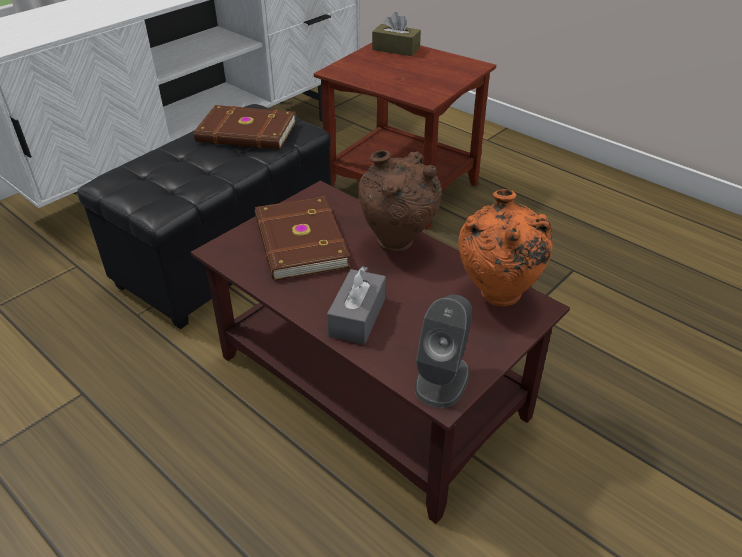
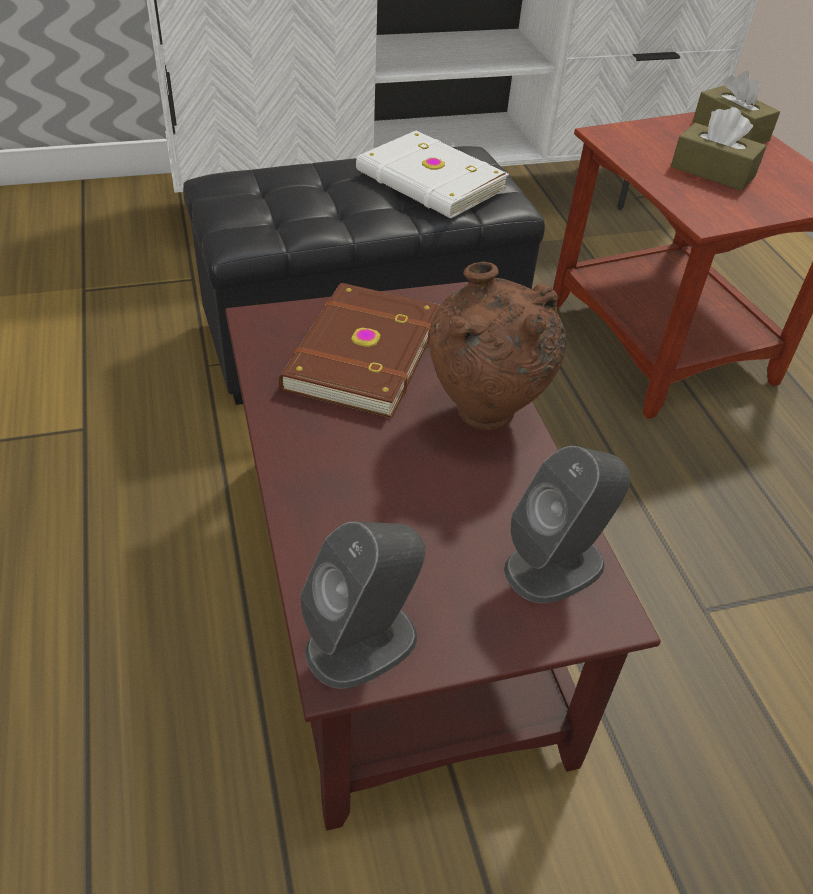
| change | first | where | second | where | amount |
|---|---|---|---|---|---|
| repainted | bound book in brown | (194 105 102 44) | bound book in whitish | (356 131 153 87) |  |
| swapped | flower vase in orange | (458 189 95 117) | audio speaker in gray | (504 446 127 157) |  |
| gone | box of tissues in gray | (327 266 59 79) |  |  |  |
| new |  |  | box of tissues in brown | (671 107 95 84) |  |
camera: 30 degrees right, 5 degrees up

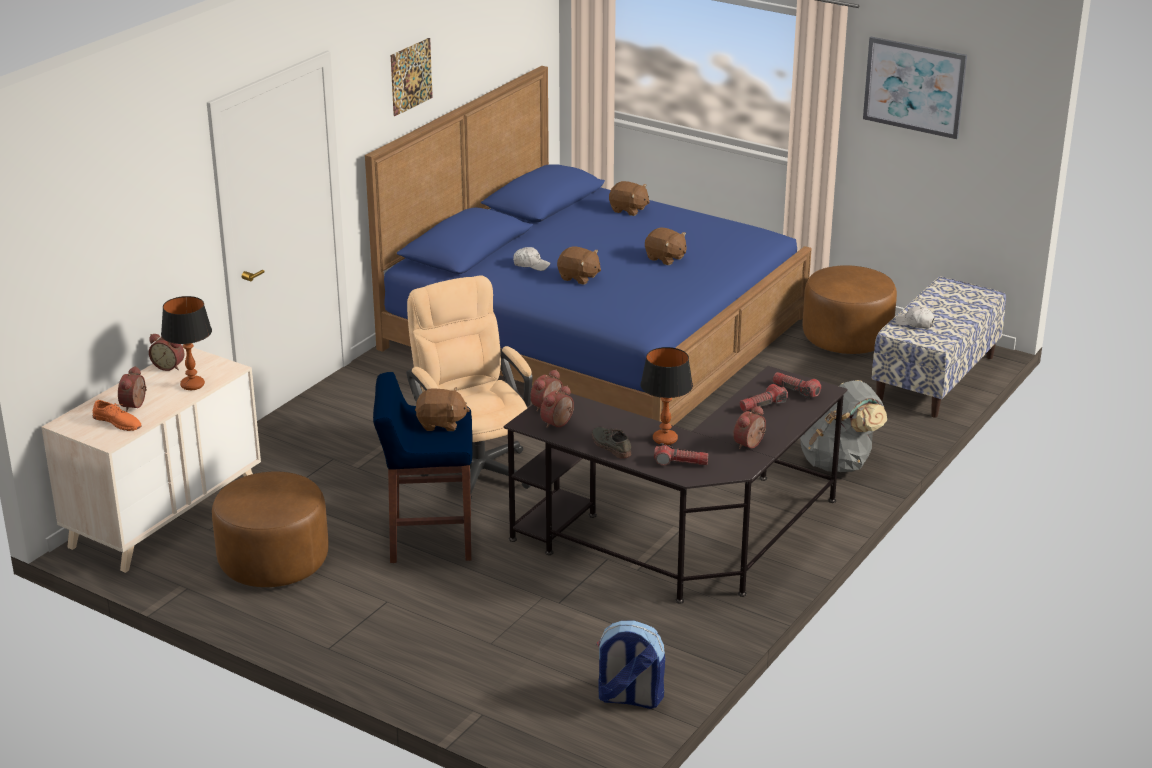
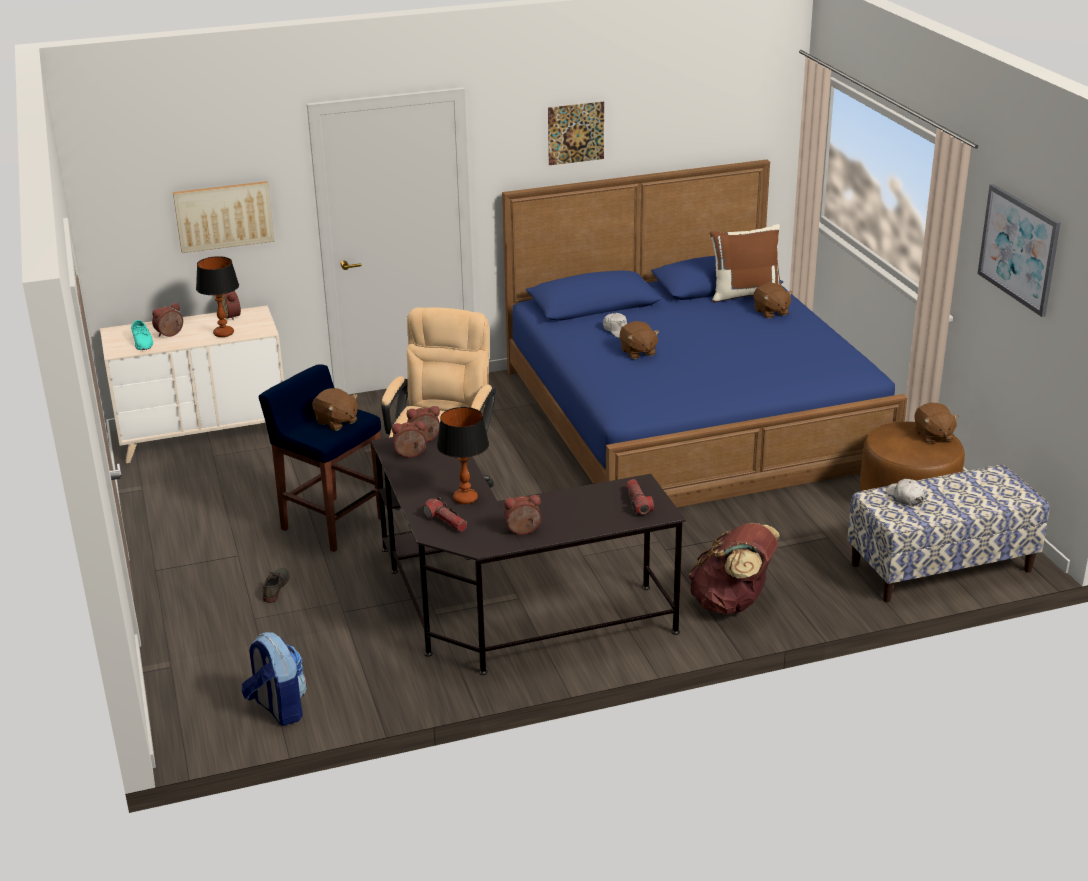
| change | first | where | second | where | amount |
|---|---|---|---|---|---|
| shifted | plush toy in brown | (645 227 41 38) |  | (915 402 44 41) |  |
| repainted | rucksack in gray | (800 380 87 92) | rucksack in brown | (689 523 91 92) |  |
| gone | flashlight | (739 384 49 28) |  |  |  |
| repainted | item of footwear in orange | (93 400 48 31) | item of footwear in blue-green | (131 320 22 30) |  |
| shifted | item of footwear in gray | (592 427 39 32) |  | (262 568 28 35) |  |
| gone | ottoman in brown | (212 472 117 115) |  |  |  |
| new |  |  | wall art | (173 181 101 72) |  |
| new |  |  | throw pillow in brown | (710 224 72 79) |  |
camera: 40 degrees right, 0 degrees up

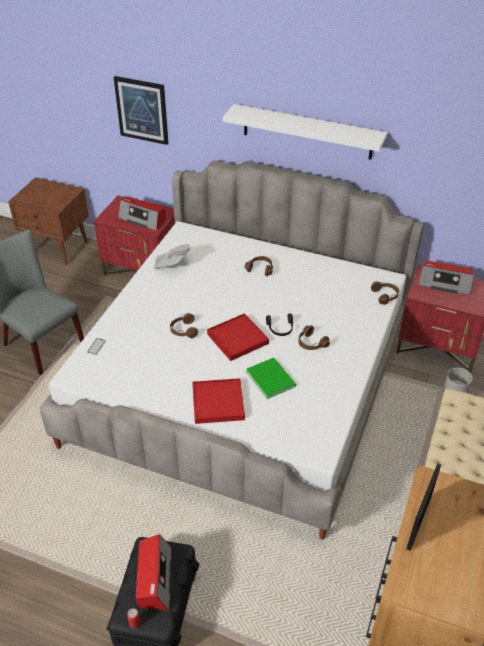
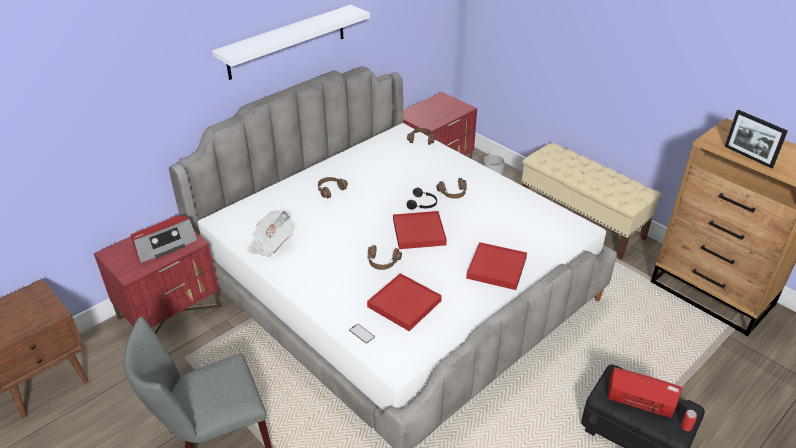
| change | first | where | second | where | amount |
|---|---|---|---|---|---|
| gone | wall art | (114 76 54 69) |  |  |  |
| gone | radio receiver | (418 260 56 35) |  |  |  |
| gone | bound book in green-coloured | (246 357 50 42) |  |  |  |
| new |  |  | tray in red-coloured | (367 273 75 58) |  |
camera: 65 degrees left, 5 degrees down

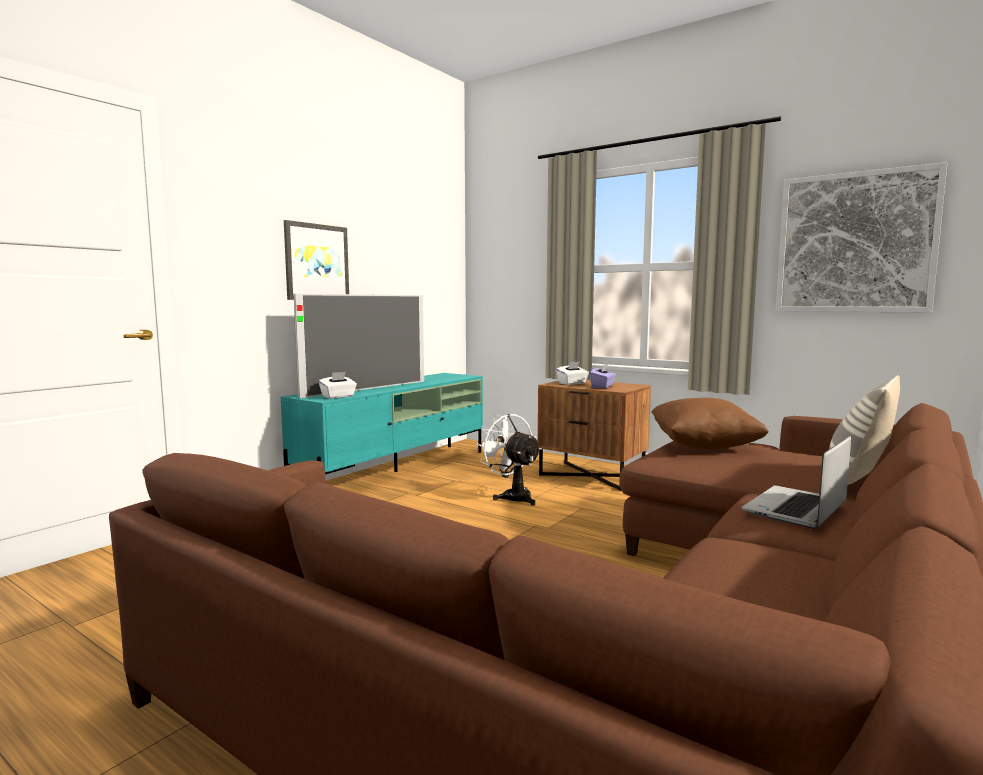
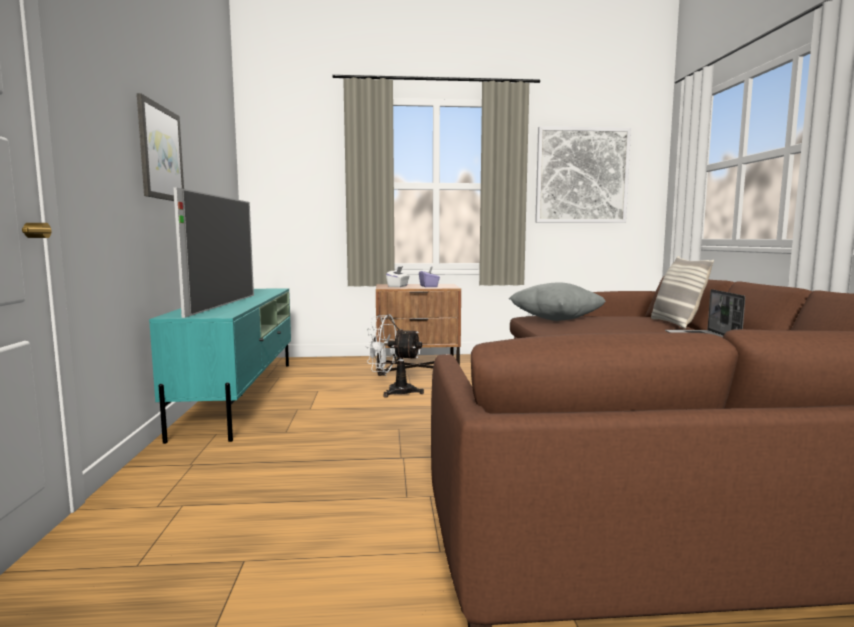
| change | first | where | second | where | amount |
|---|---|---|---|---|---|
| gone | box of tissues in whitish | (319 372 38 27) |  |  |  |
| repainted | throw pillow in brown | (651 398 118 51) | throw pillow in gray | (509 282 97 39) |  |
camera: 40 degrees left, 0 degrees up

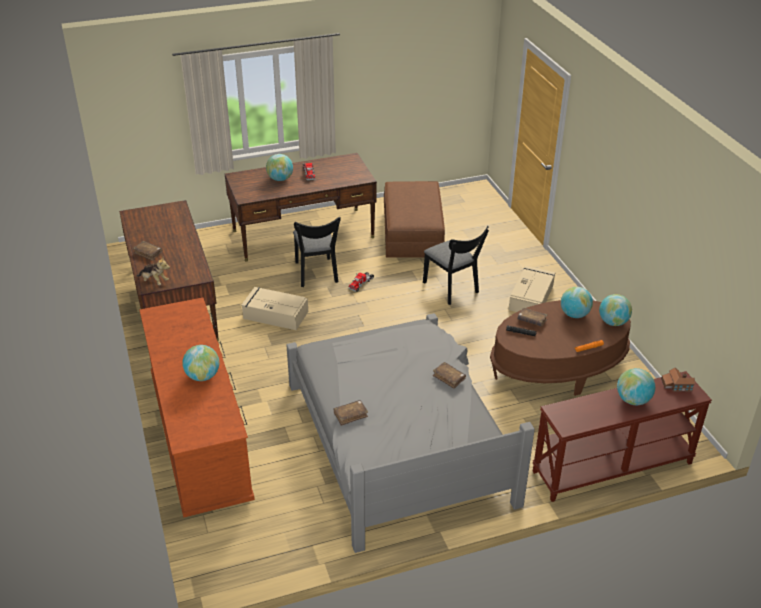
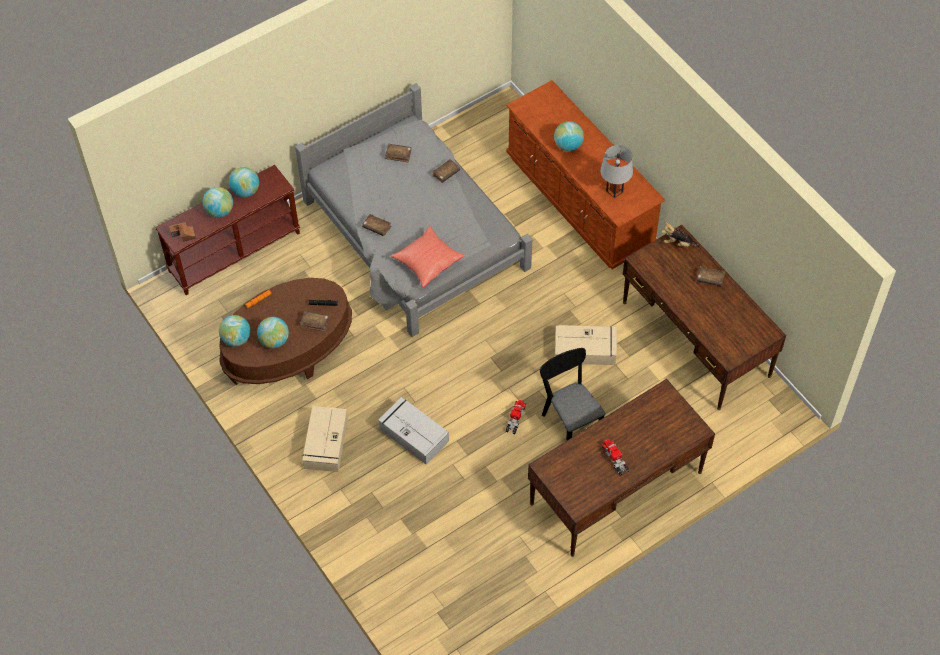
| change | first | where | second | where | amount |
|---|---|---|---|---|---|
| shifted | world globe | (266 154 27 27) |  | (229 167 30 30) |  |
| gone | ottoman in brown | (384 181 61 77) |  |  |  |
| swapped | upright chair in black | (423 226 66 79) | storage box in gray | (378 397 71 68) |  |
| new |  |  | bound book in brown | (385 144 26 19) |  |
| new |  |  | lamp for a table in gray | (600 145 33 53) |  |
| new |  |  | throw pillow in red-coloured | (391 226 74 62) |  |
camera: 165 degrees right, 20 degrees up

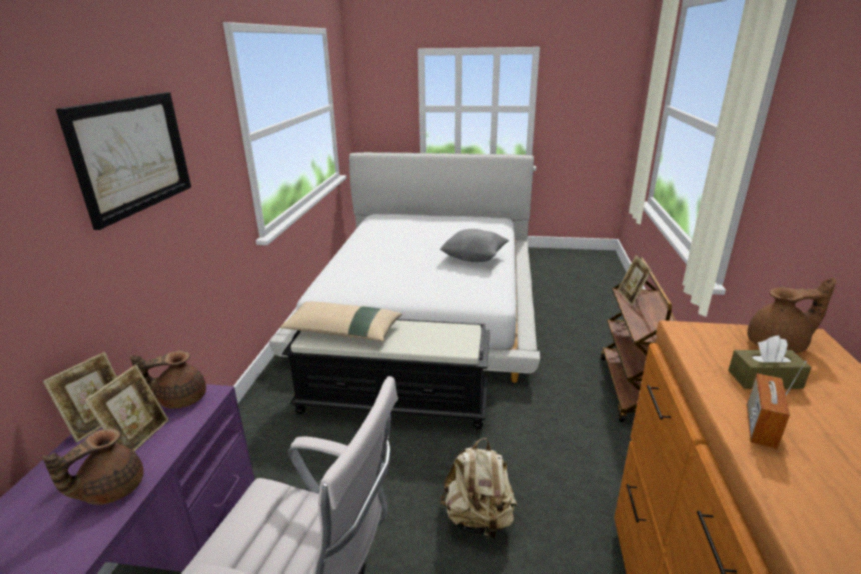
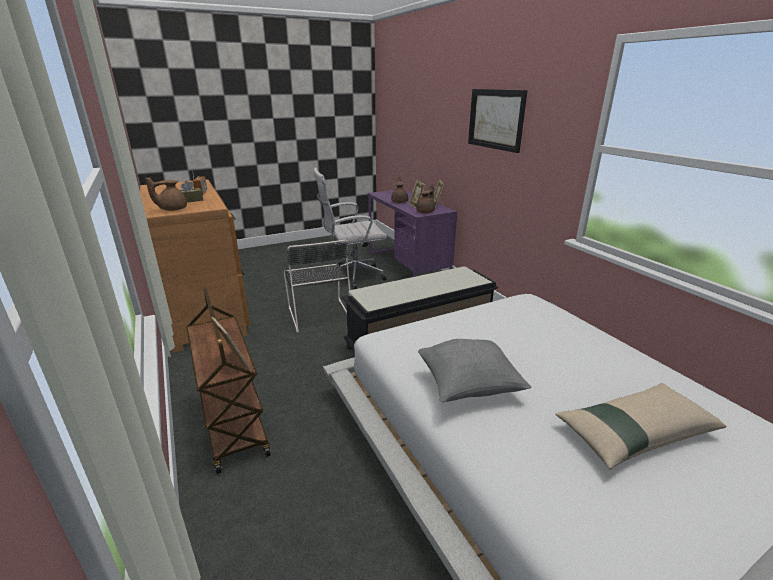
| change | first | where | second | where | amount |
|---|---|---|---|---|---|
| shifted | throw pillow in beige | (280 301 122 40) |  | (555 383 171 87) |  |
| swapped | rucksack in beige | (440 438 78 101) | upright chair in black | (284 239 66 94) |  |
camera: 145 degrees right, 0 degrees up

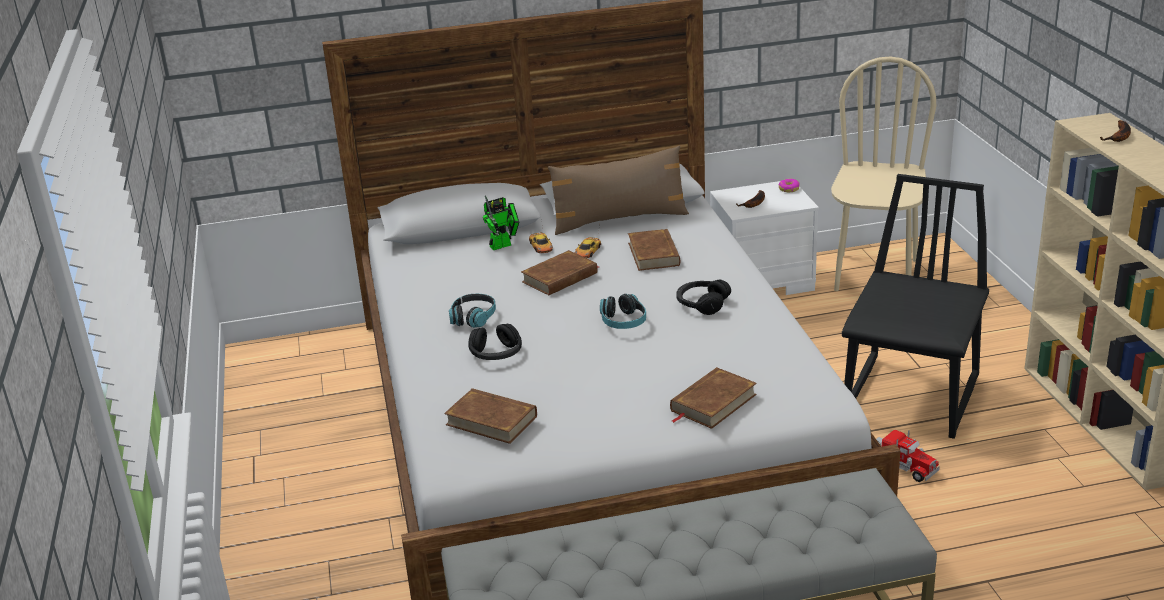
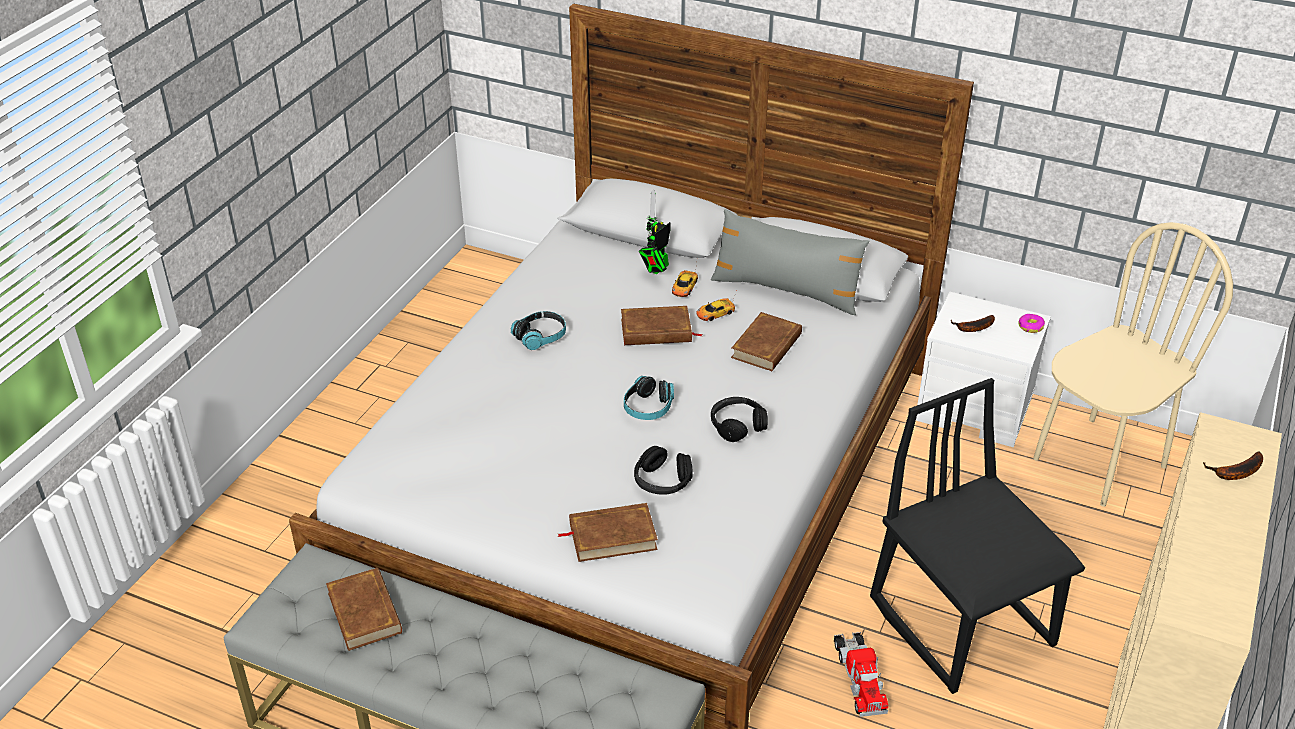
| change | first | where | second | where | amount |
|---|---|---|---|---|---|
| repainted | throw pillow in brown | (548 146 141 89) | throw pillow in gray | (711 209 158 106) |  |
| rotated | upright chair in black | (842 174 147 265) |  | (870 378 215 316) | 90 degrees counterclockwise |
| rotated | toy robot | (483 195 36 55) |  | (639 189 32 86) | 120 degrees clockwise |
| shifted | headphones in black | (468 324 54 36) |  | (634 446 59 49) |  |
| shifted | bound book in brown | (444 388 93 56) |  | (326 568 76 83) |  |
camera: 35 degrees right, 10 degrees up

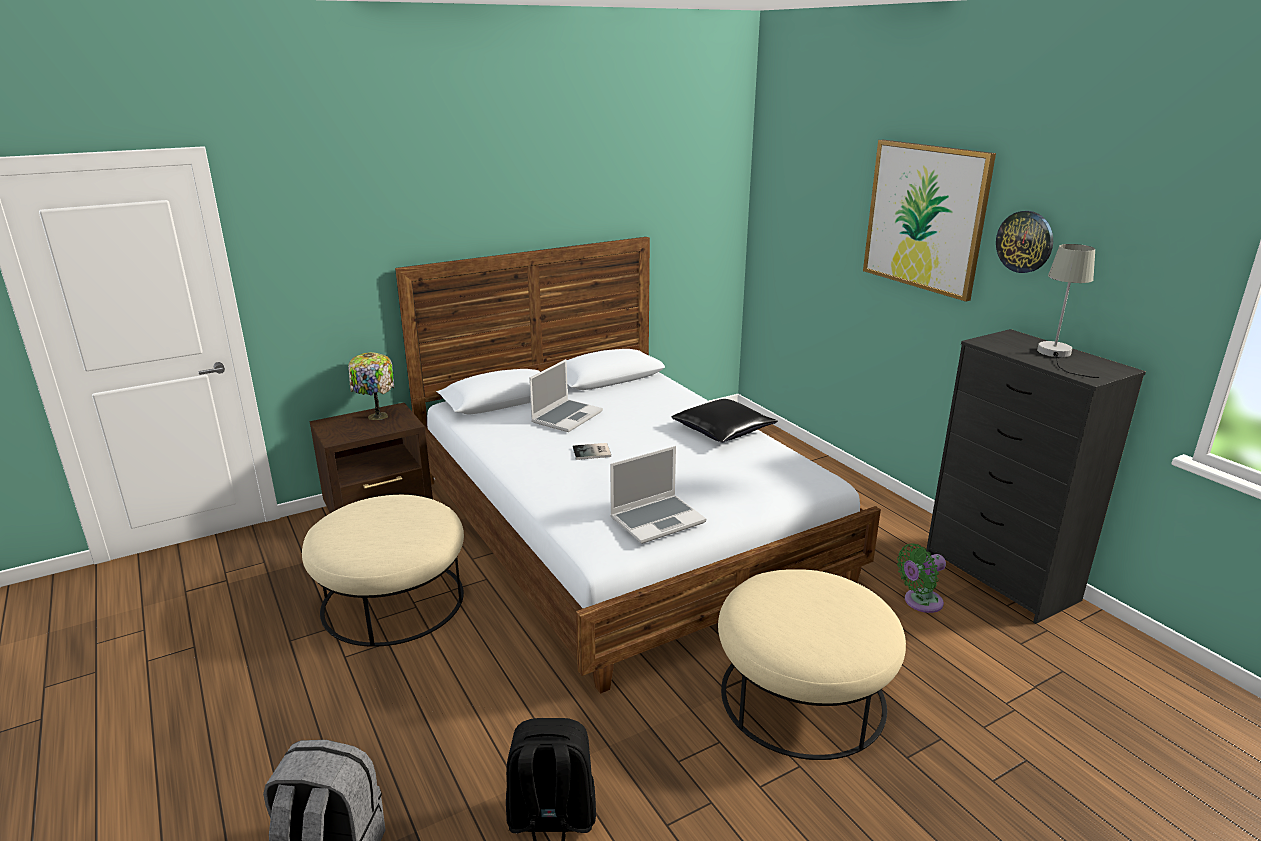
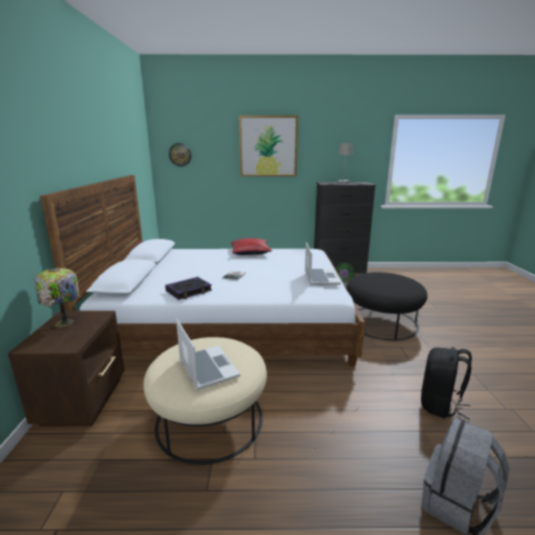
| change | first | where | second | where | amount |
|---|---|---|---|---|---|
| shifted | clock on the wall | (996 211 57 62) |  | (169 143 23 24) |  |
| shifted | notebook computer | (529 359 74 73) |  | (176 319 64 71) |  |
| repainted | throw pillow in black | (671 399 107 44) | throw pillow in red-coloured | (231 238 41 17) |  |
| repainted | ottoman in beige | (718 569 188 191) | ottoman in black | (346 272 81 69) |  |
| new |  |  | bound book | (165 277 47 23) |  |
camera: 60 degrees left, 5 degrees down

